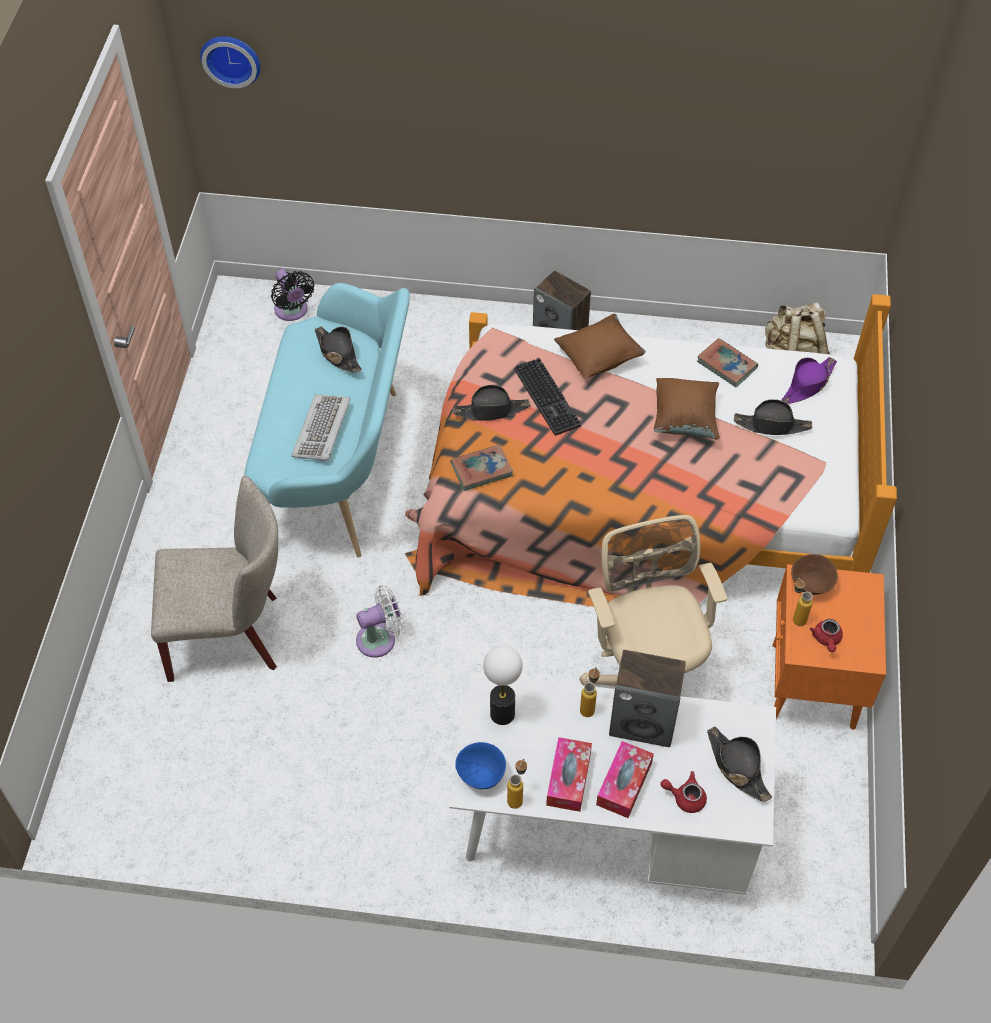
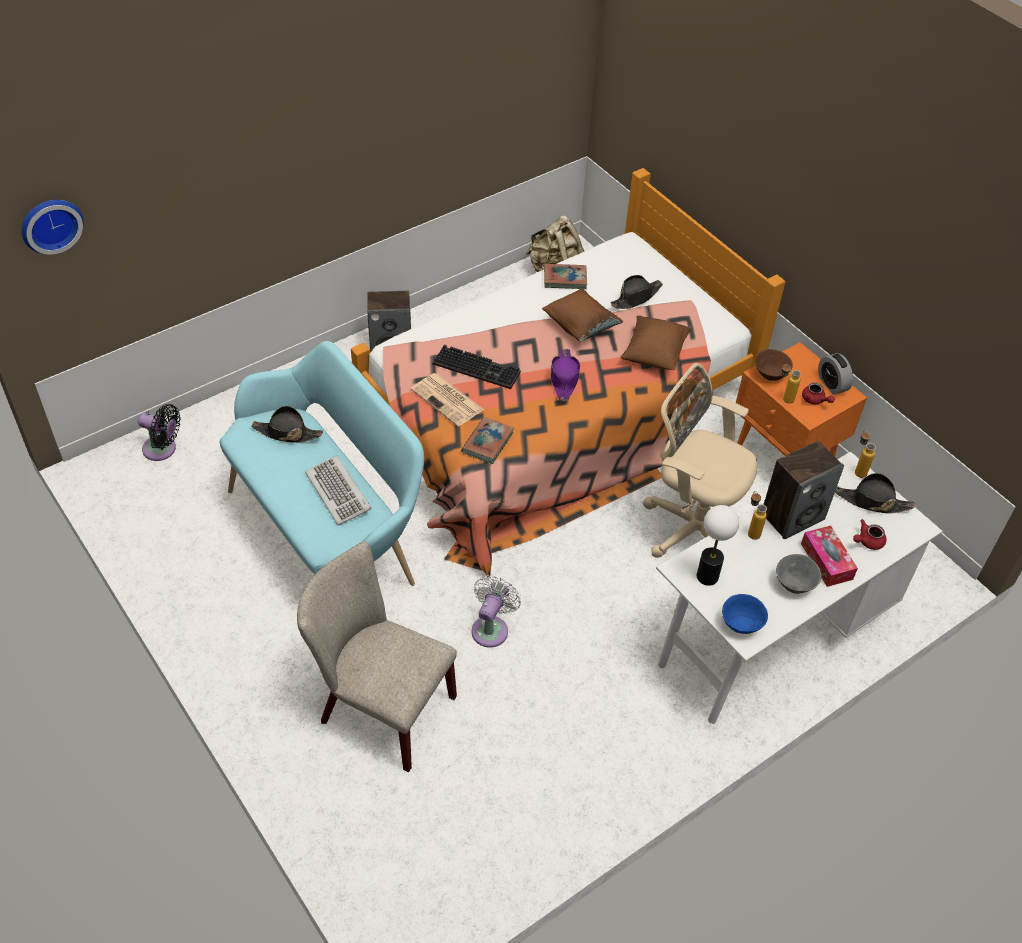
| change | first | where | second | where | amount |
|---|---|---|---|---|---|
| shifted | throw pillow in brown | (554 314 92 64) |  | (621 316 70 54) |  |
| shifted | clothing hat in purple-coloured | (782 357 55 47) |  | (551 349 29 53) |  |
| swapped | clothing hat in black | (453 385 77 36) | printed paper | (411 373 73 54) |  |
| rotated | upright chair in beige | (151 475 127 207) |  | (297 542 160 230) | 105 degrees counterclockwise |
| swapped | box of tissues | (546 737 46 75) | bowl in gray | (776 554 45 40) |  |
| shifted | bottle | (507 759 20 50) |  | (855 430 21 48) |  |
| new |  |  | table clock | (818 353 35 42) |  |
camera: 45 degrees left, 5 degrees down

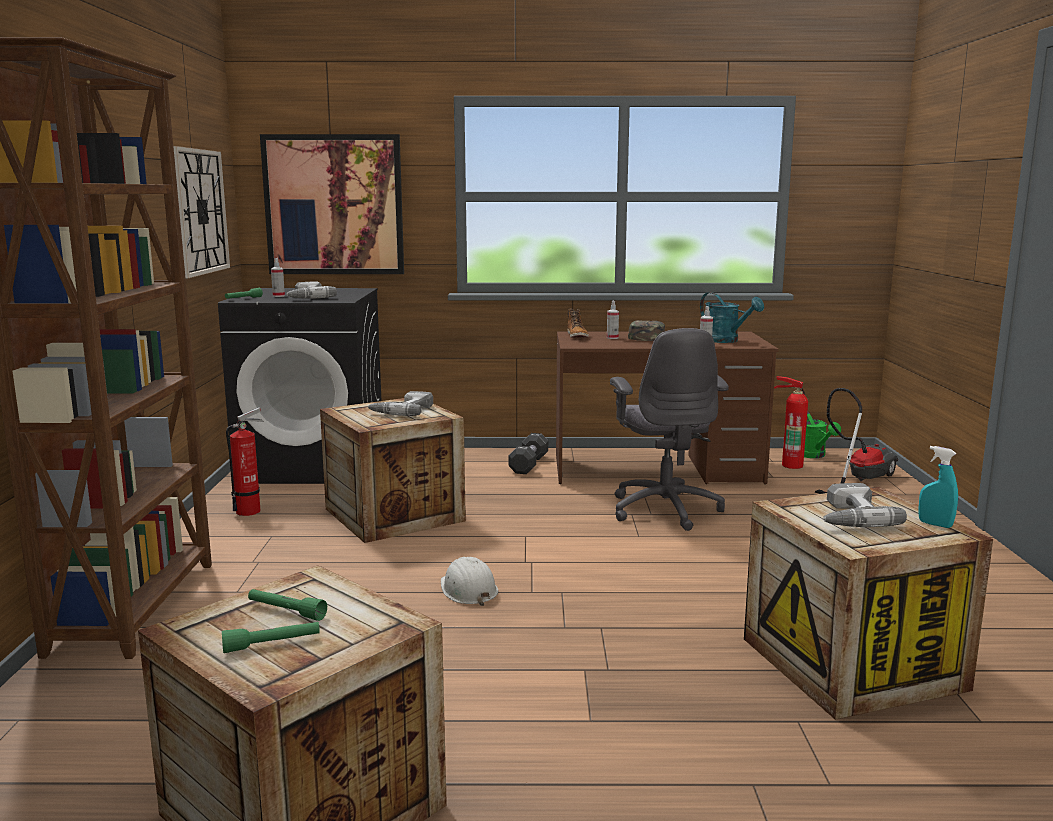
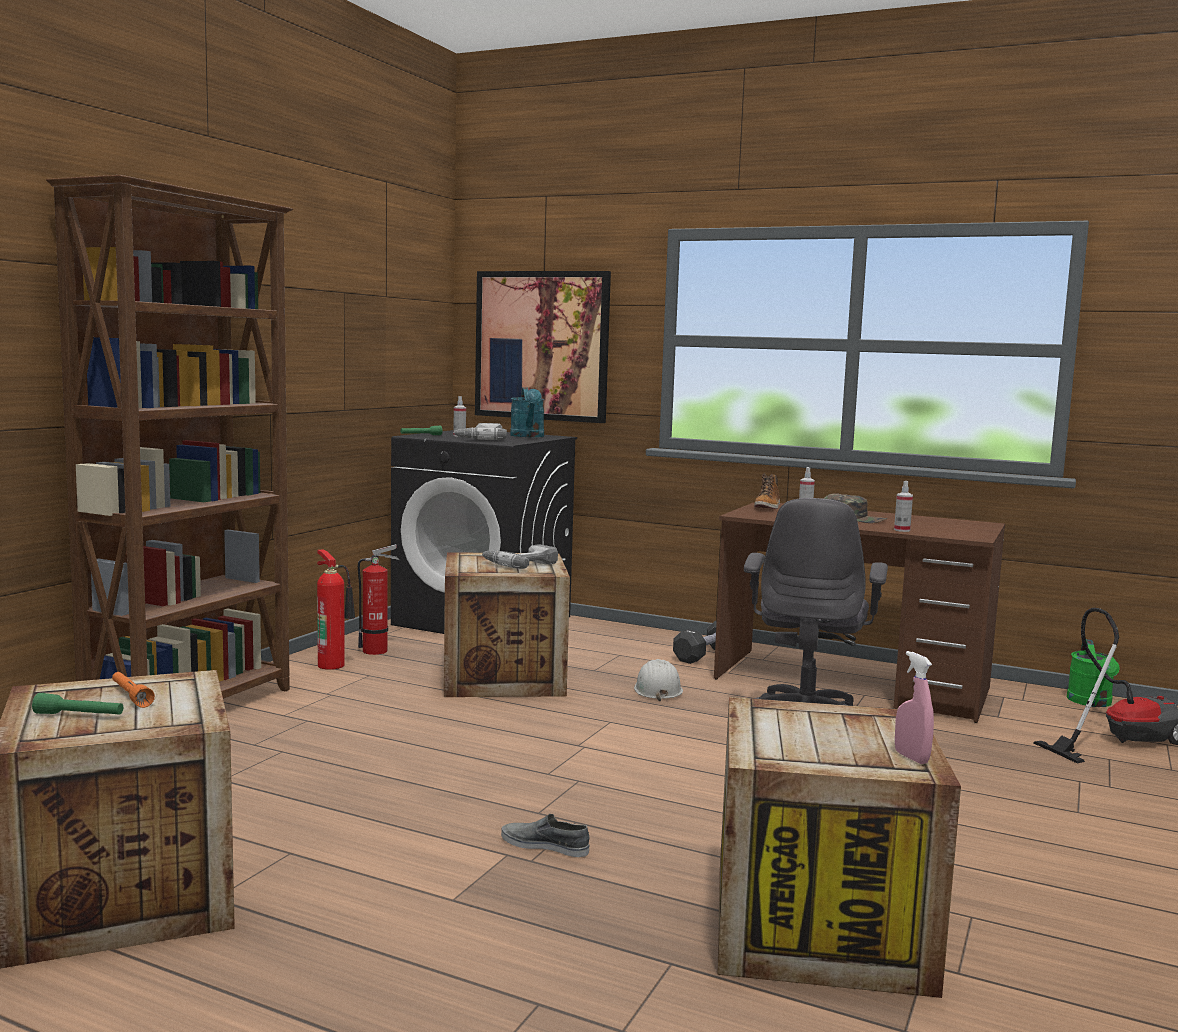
| change | first | where | second | where | amount |
|---|---|---|---|---|---|
| gone | clock on the wall | (173 146 57 132) |  |  |  |
| shifted | watering can in blue-green | (700 292 64 51) |  | (510 387 34 50) |  |
| shifted | fire-fighting cylinder | (774 376 34 93) |  | (317 550 38 120) |  |
| repainted | hand sprayer in blue-green | (918 446 40 82) | hand sprayer in pinkish | (895 651 39 113) |  |
| gone | electric drill | (822 483 85 44) |  |  |  |
| shifted | hard hat in whitish | (441 557 57 49) |  | (634 659 49 42) |  |
| repainted | flashlight in green-coloured | (248 589 79 32) | flashlight in orange | (112 672 43 36) |  |
| new |  |  | item of footwear in gray | (501 814 89 43) |  |
camera: 25 degrees right, 5 degrees down

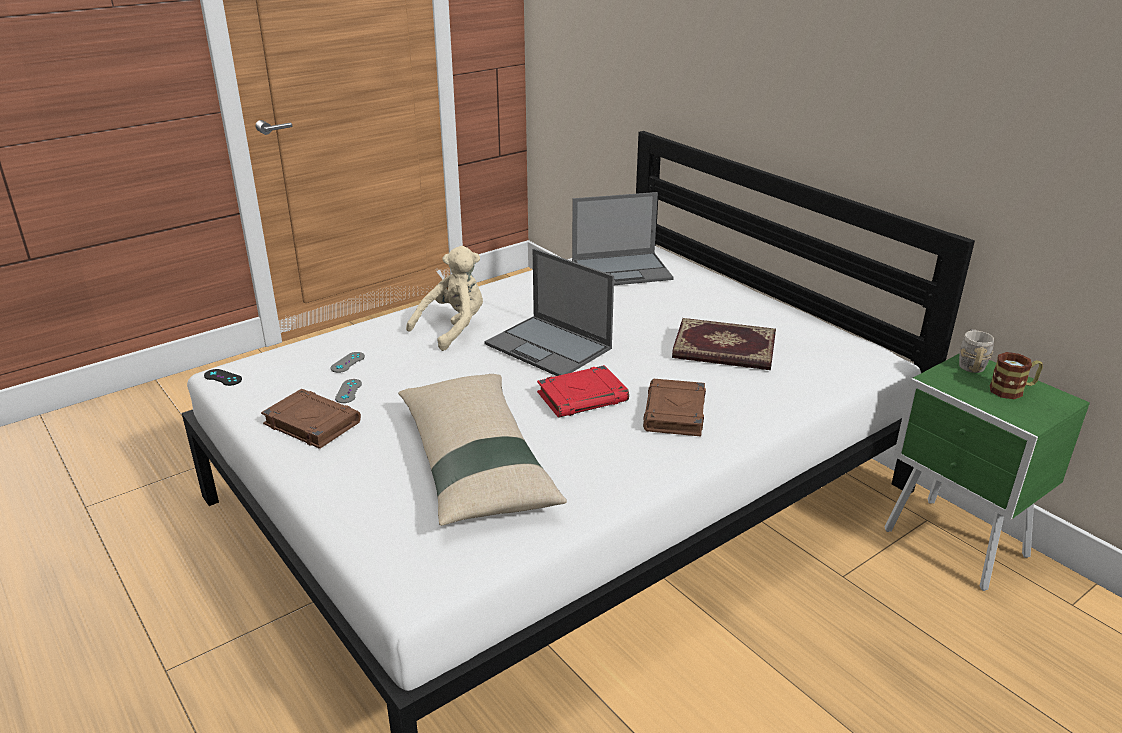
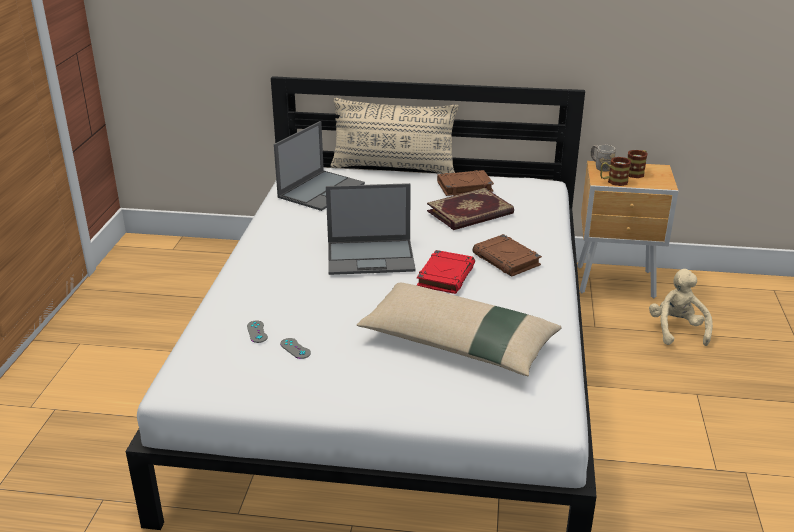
| change | first | where | second | where | amount |
|---|---|---|---|---|---|
| shifted | plush toy in beige | (406 246 77 105) |  | (649 269 64 77) |  |
| repainted | bedside table in green-coloured | (885 353 205 238) | bedside table in brown | (577 161 102 137) |  |
| gone | gamepad in black | (204 369 38 17) |  |  |  |
| shifted | bound book in brown | (261 389 100 60) |  | (437 170 57 26) |  |
| new |  |  | throw pillow in beige | (331 98 128 76) |  |
| new |  |  | coffee mug | (600 157 31 29) |  |
camera: 45 degrees left, 0 degrees up

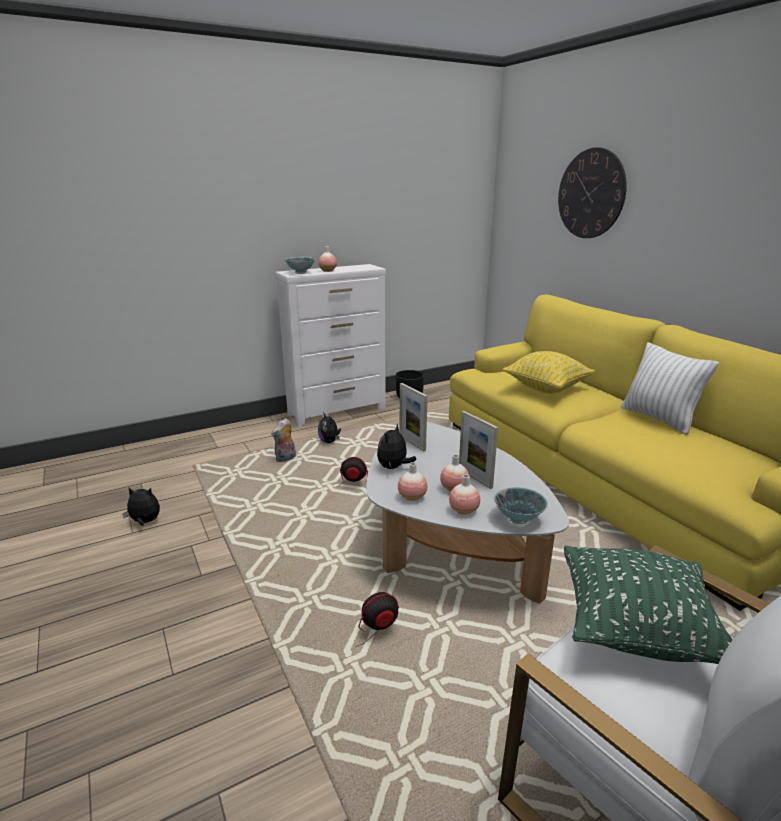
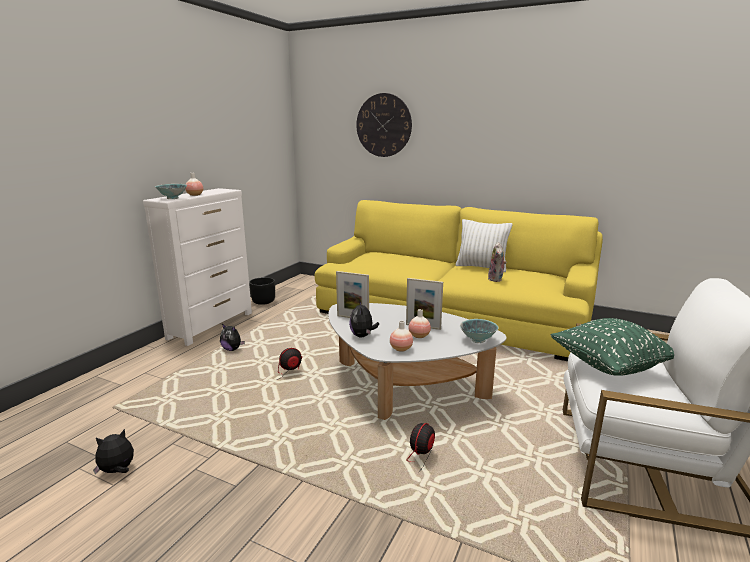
| change | first | where | second | where | amount |
|---|---|---|---|---|---|
| gone | throw pillow in yellow-coloured | (502 351 93 43) |  |  |  |
| shifted | plush toy | (271 418 25 44) |  | (488 242 19 40) |  |
| gone | flower vase | (449 474 31 41) |  |  |  |
camera: 35 degrees left, 5 degrees down

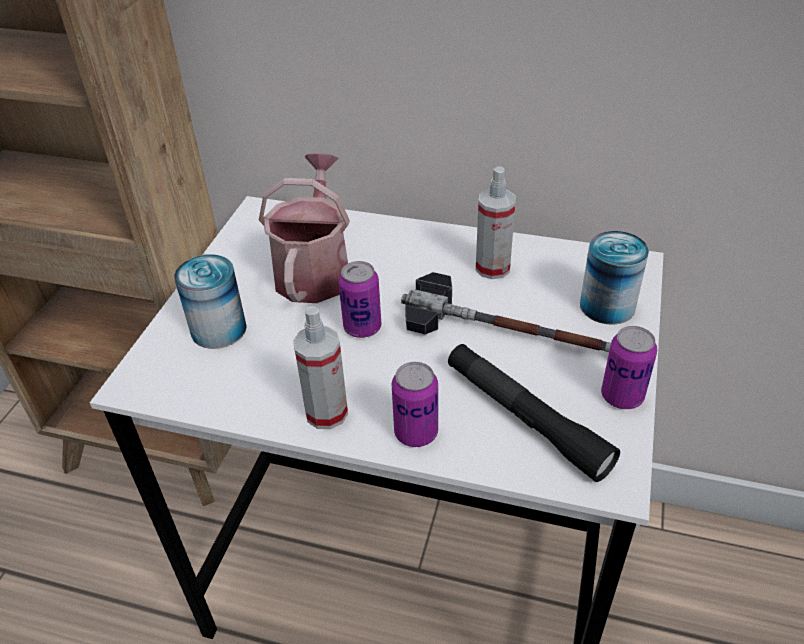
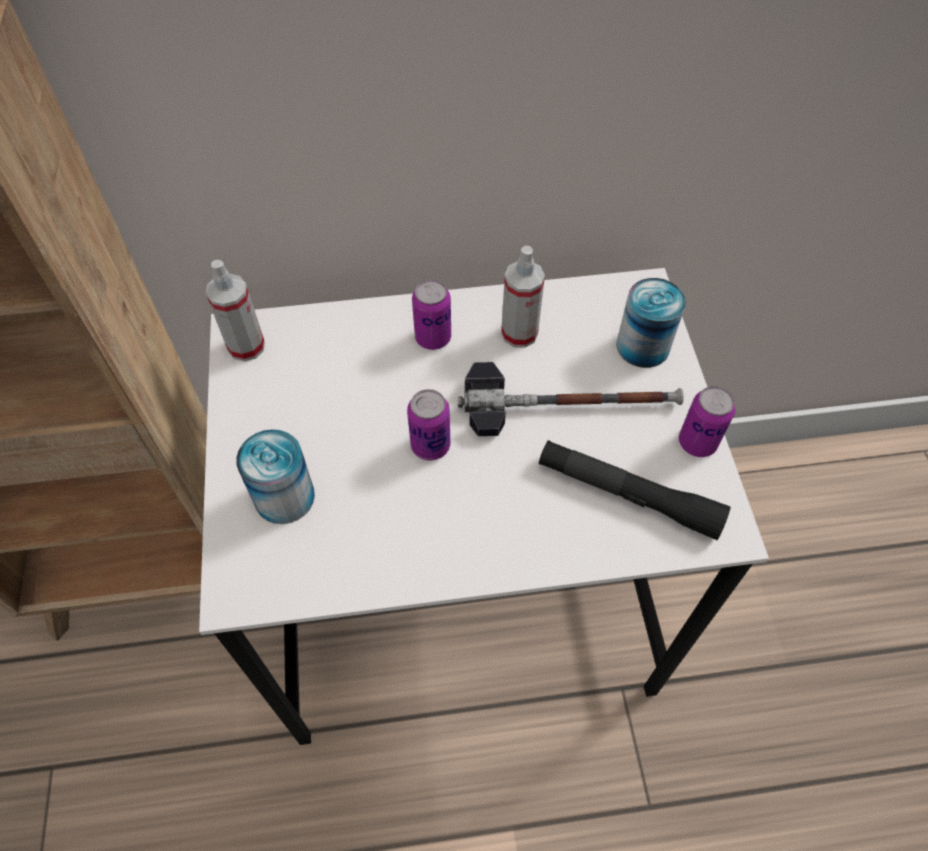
| change | first | where | second | where | amount |
|---|---|---|---|---|---|
| gone | watering can | (259 153 91 150) |  |  |  |
| shifted | hand sprayer | (293 306 55 123) |  | (206 260 59 102) |  |
| shifted | metal can | (391 362 47 85) |  | (412 279 39 71) |  |
camera: 25 degrees left, 15 degrees up

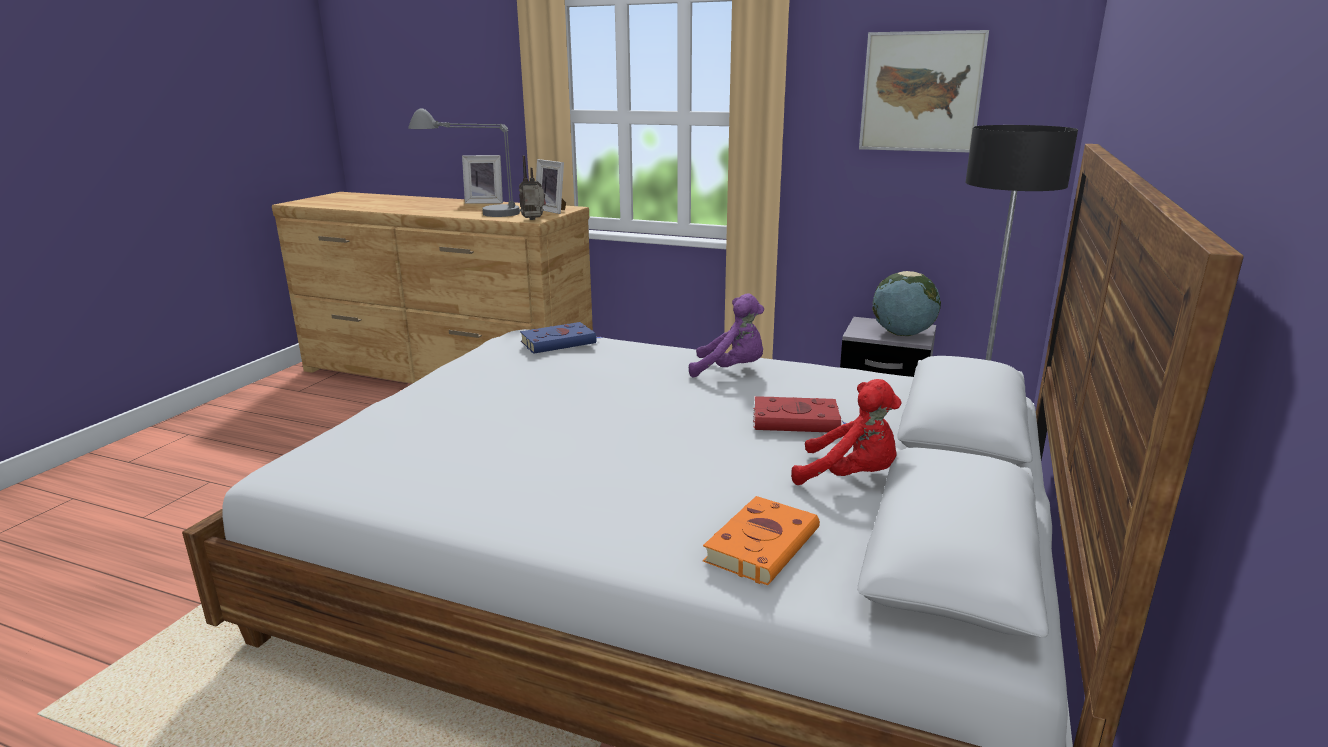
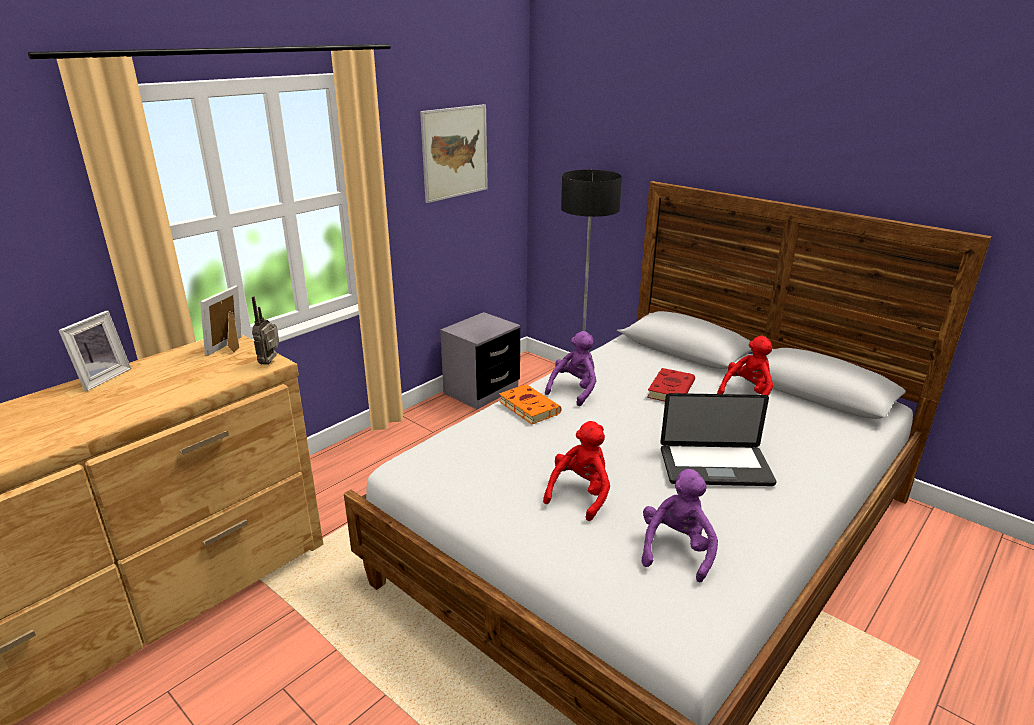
| change | first | where | second | where | amount |
|---|---|---|---|---|---|
| gone | lamp for a table in gray | (408 108 112 109) |  |  |  |
| rotated | picture frame | (536 159 30 55) |  | (200 285 41 71) | 135 degrees clockwise |
| gone | world globe | (872 271 69 65) |  |  |  |
| gone | bound book in bluish | (520 322 81 31) |  |  |  |
| shifted | bound book in orange | (703 496 117 89) |  | (499 384 63 40) |  |
| new |  |  | notebook computer | (660 393 117 93) |  |
| new |  |  | plush toy in red-coloured | (543 421 67 100) |  |
| new |  |  | plush toy in purple-coloured | (642 469 76 113) |  |
camera: 70 degrees left, 5 degrees up

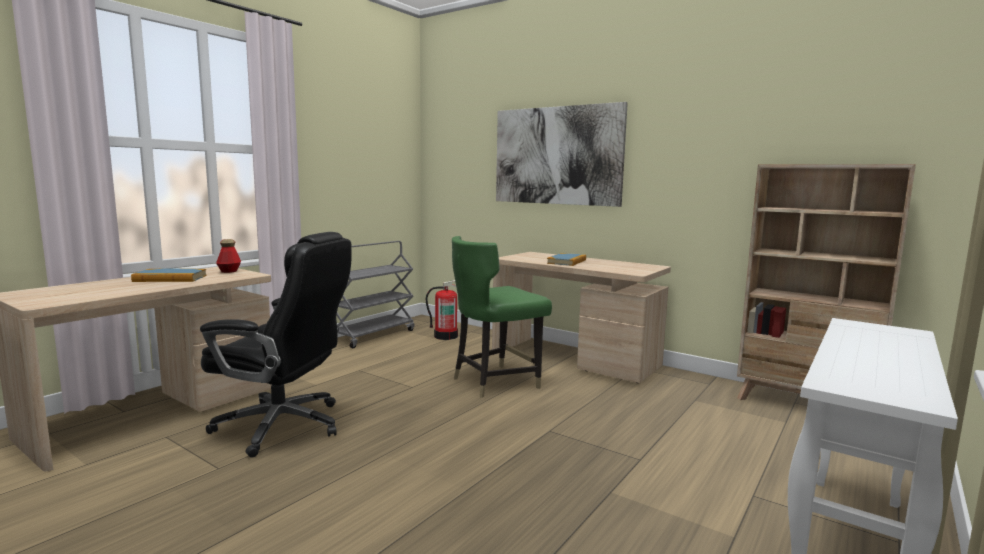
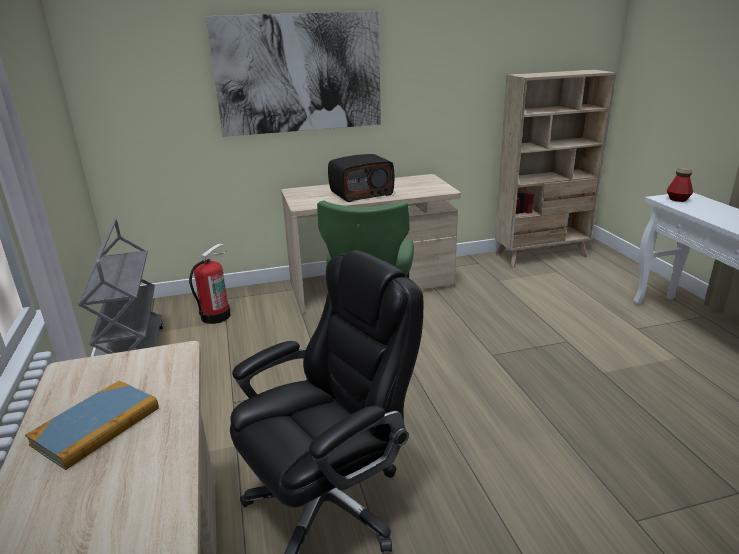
| change | first | where | second | where | amount |
|---|---|---|---|---|---|
| shifted | bottle | (216 239 25 34) |  | (667 168 26 34) |  |
| swapped | bound book | (547 253 39 13) | radio receiver | (328 154 66 48) |  |
camera: 50 degrees left, 15 degrees up

